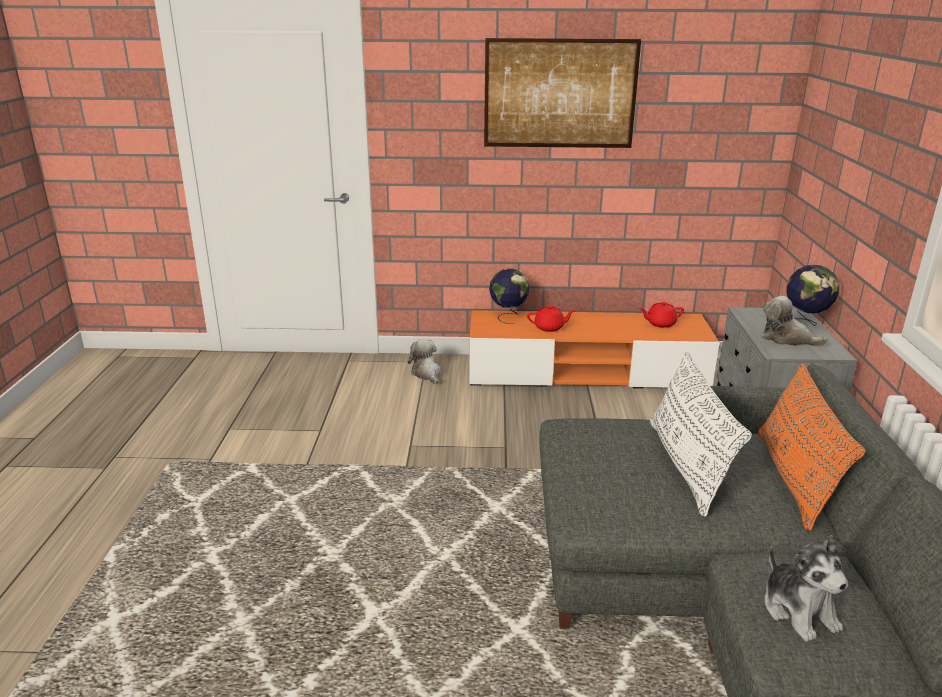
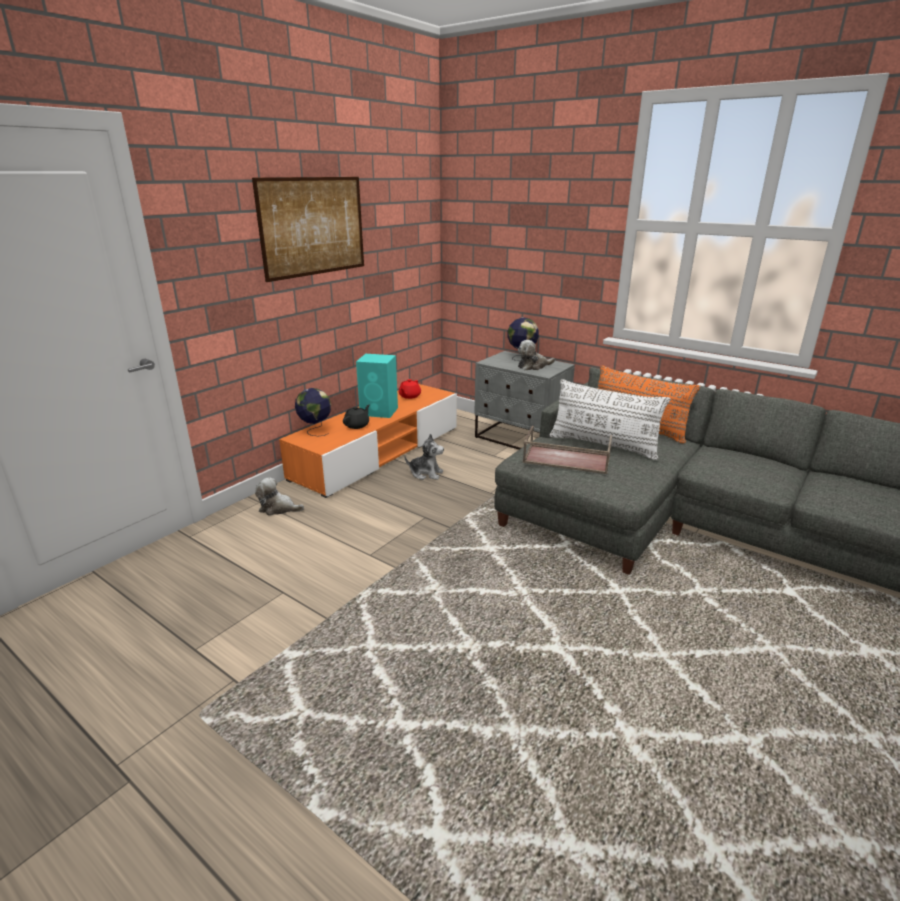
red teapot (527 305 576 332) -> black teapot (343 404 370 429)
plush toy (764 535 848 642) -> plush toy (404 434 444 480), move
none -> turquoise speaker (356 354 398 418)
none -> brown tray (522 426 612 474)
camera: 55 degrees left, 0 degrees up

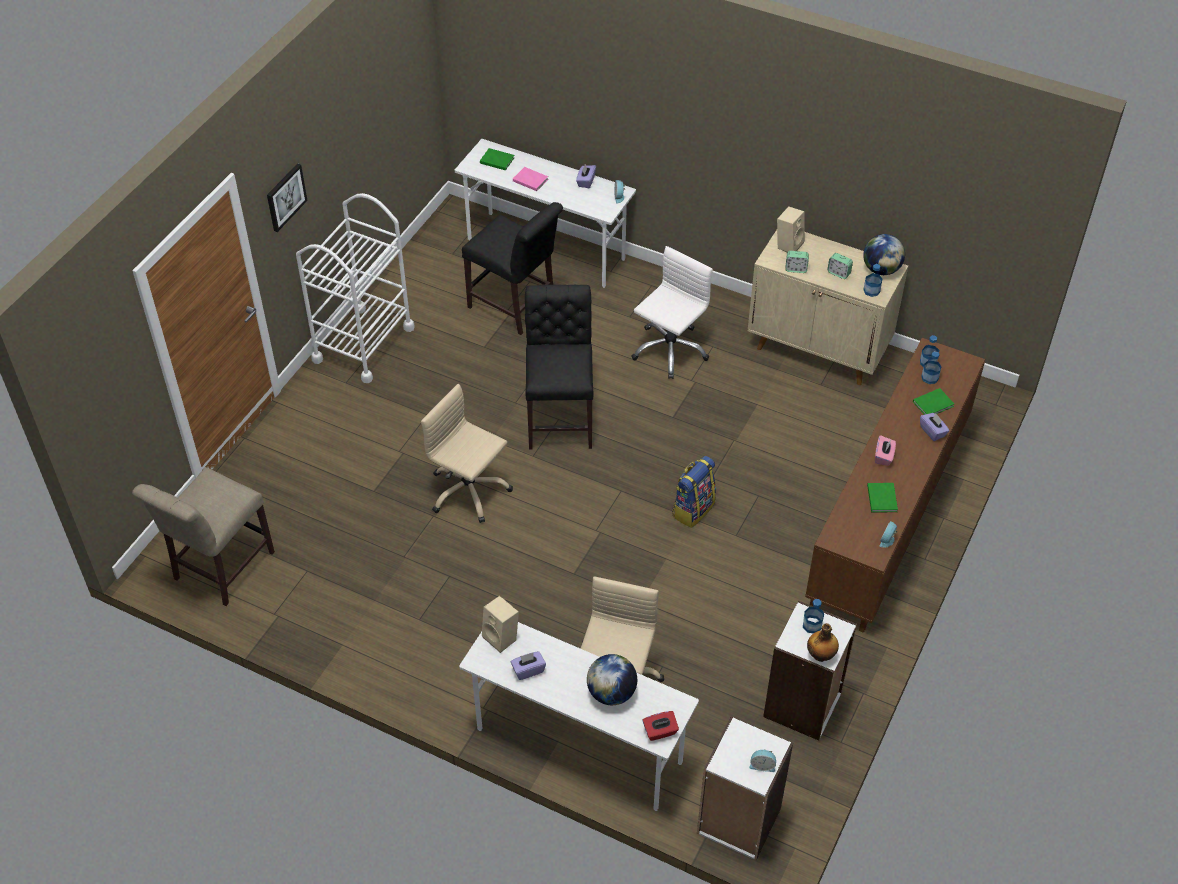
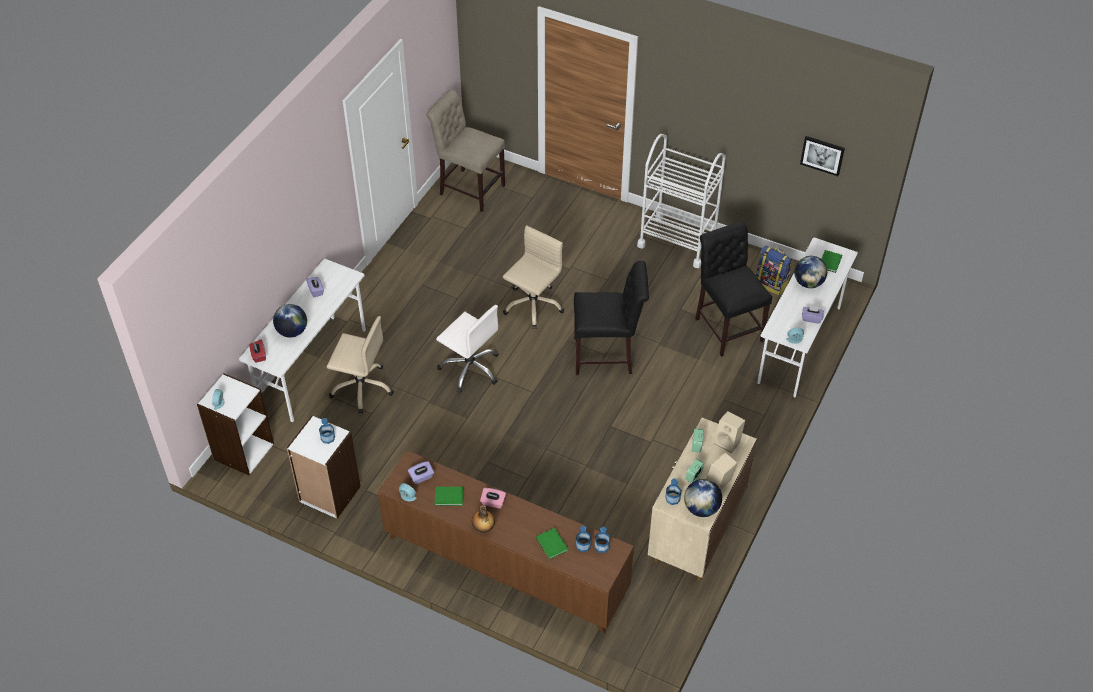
picture (267 163 307 232) -> picture (800 136 845 176), move
black chair (462 202 563 335) -> black chair (695 222 772 357), 120 degrees clockwise
beige speaker (482 596 519 653) -> beige speaker (706 452 737 490), move
pink book (513 167 548 191) -> globe (794 256 827 288)
white office chair (632 246 713 379) -> white office chair (436 305 499 393), move
backpack (672 456 716 528) -> backpack (756 245 792 296), move
bottle (807 623 839 662) -> bottle (472 505 495 533), move
purple tissue box (920 413 949 441) -> purple tissue box (408 461 434 484), move
camera: 90 degrees right, 0 degrees up

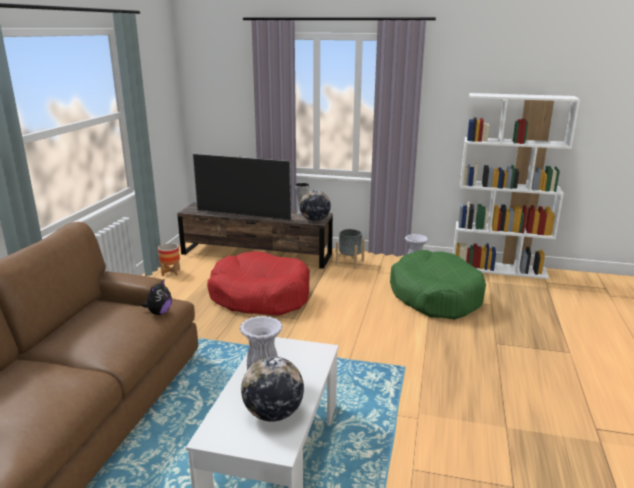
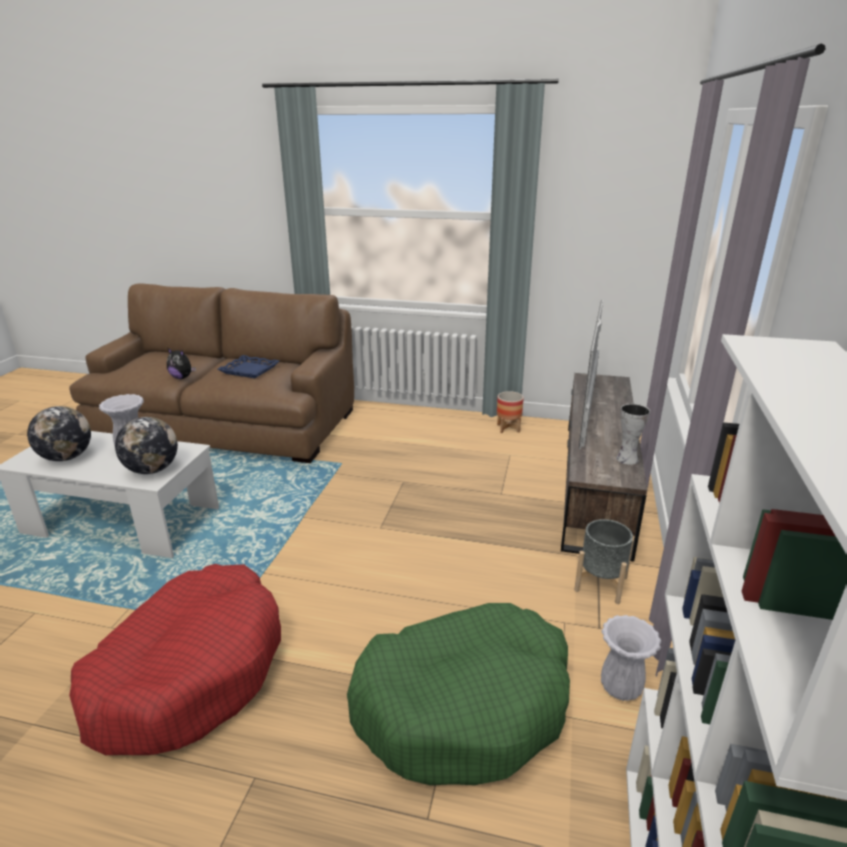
plush toy (141 280 172 315) -> plush toy (167 348 196 379), move
red dog bed (207 251 310 316) -> red dog bed (69 564 281 755), move
globe (300 190 331 221) -> globe (115 417 178 474), move
none -> blue tray (218 355 279 378)
camera: 90 degrees right, 5 degrees up

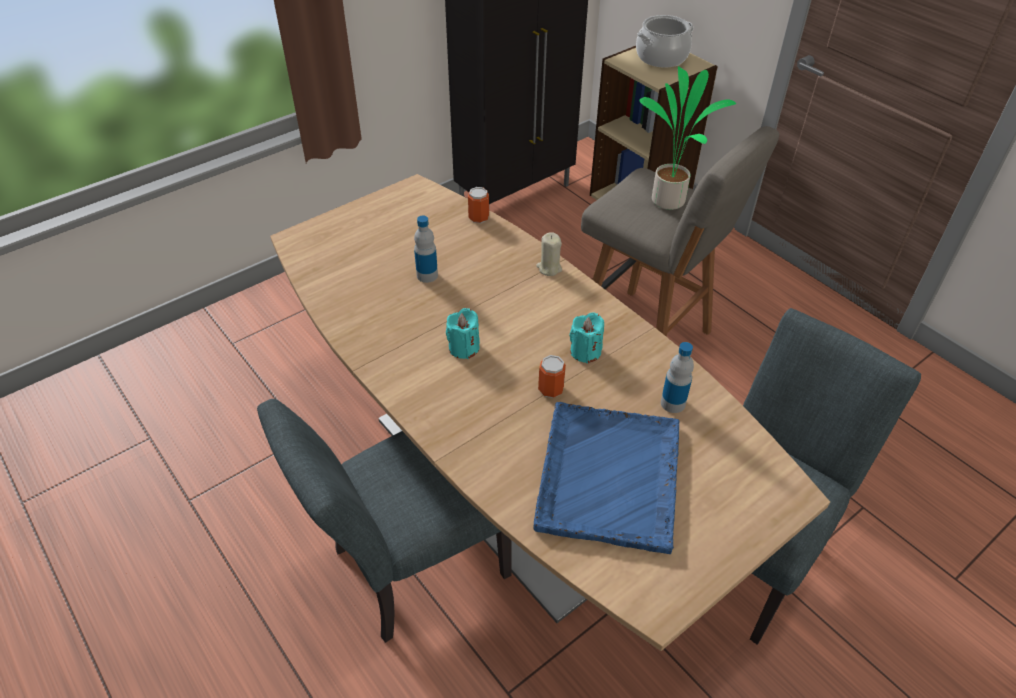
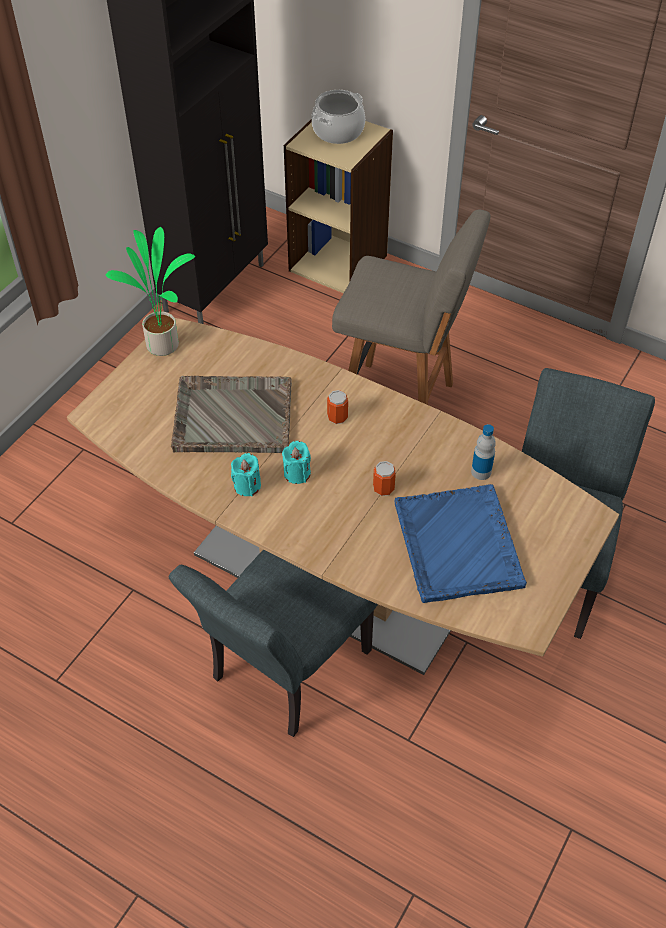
bottle (414 215 438 283) -> grey tray (171 376 292 453)
can (468 187 489 223) -> can (327 390 348 424), move
beige candle (536 232 562 276) -> none
turquoise candle (570 313 604 364) -> turquoise candle (231 453 261 496), move
potted plant (639 66 736 210) -> potted plant (106 227 195 356), move
camera: 20 degrees left, 5 degrees up

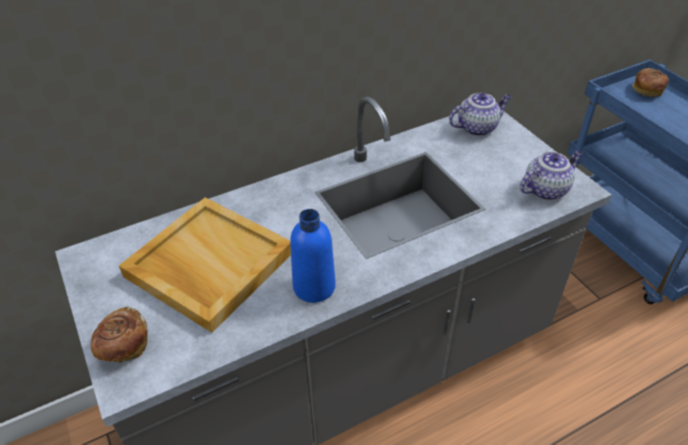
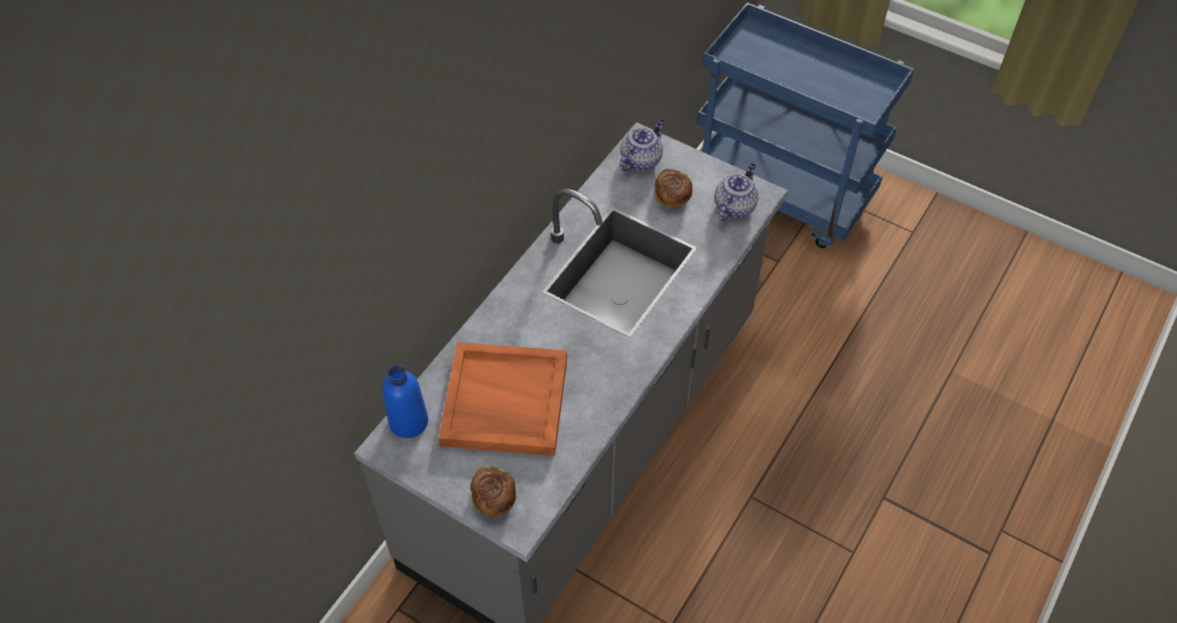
beige tray (119 198 291 333) -> orange tray (438 342 567 456)
blue bottle (290 209 336 303) -> blue bottle (382 365 428 438), move
bread (632 68 669 97) -> bread (654 169 692 208), move
camera: 30 degrees left, 10 degrees up

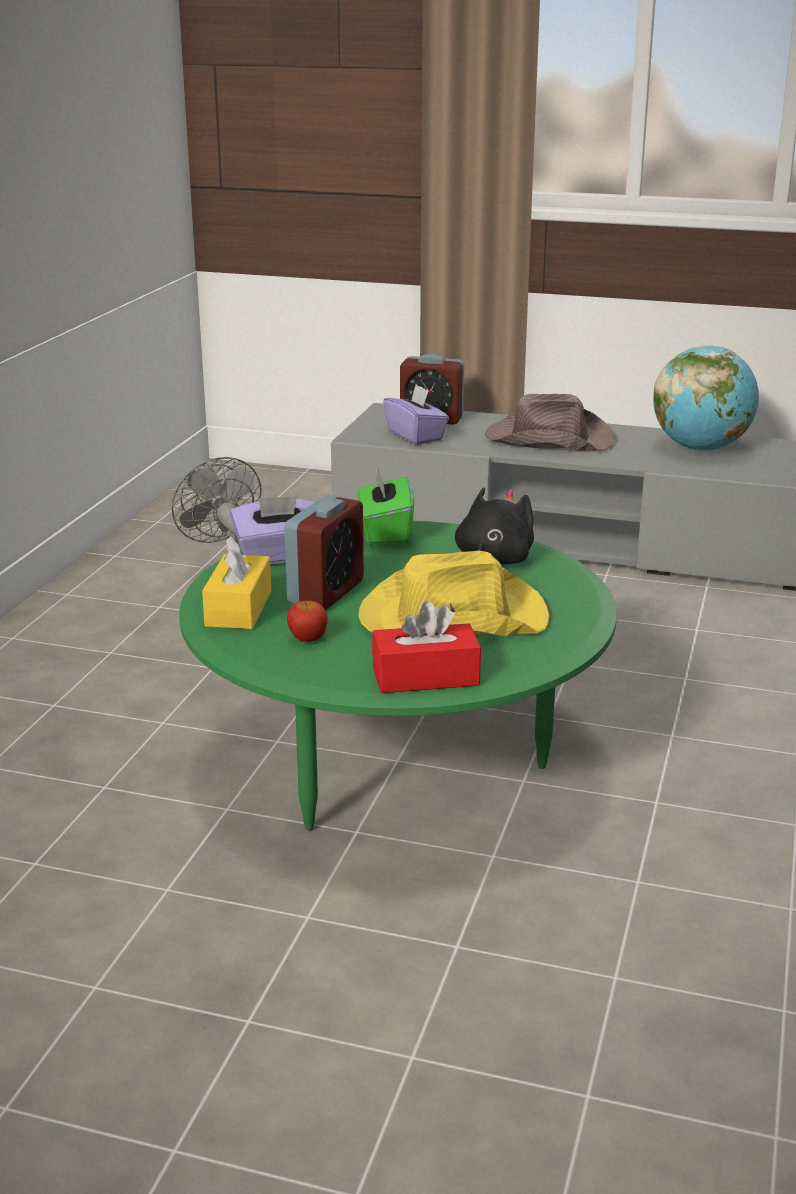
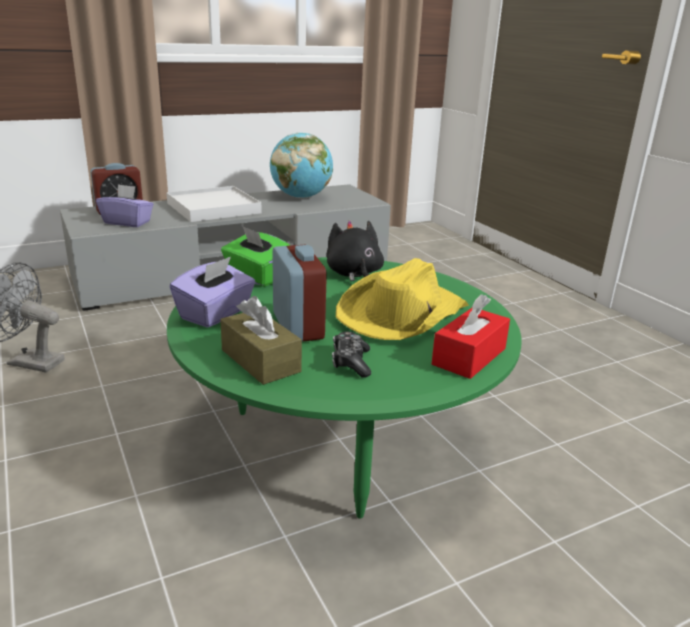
yellow tissue box (202 536 271 629) -> brown tissue box (220 296 302 385)
apple (287 601 328 642) -> game controller (332 332 371 377)
brown hat (485 394 614 451) -> white tray (166 186 262 222)
camera: 45 degrees left, 0 degrees up

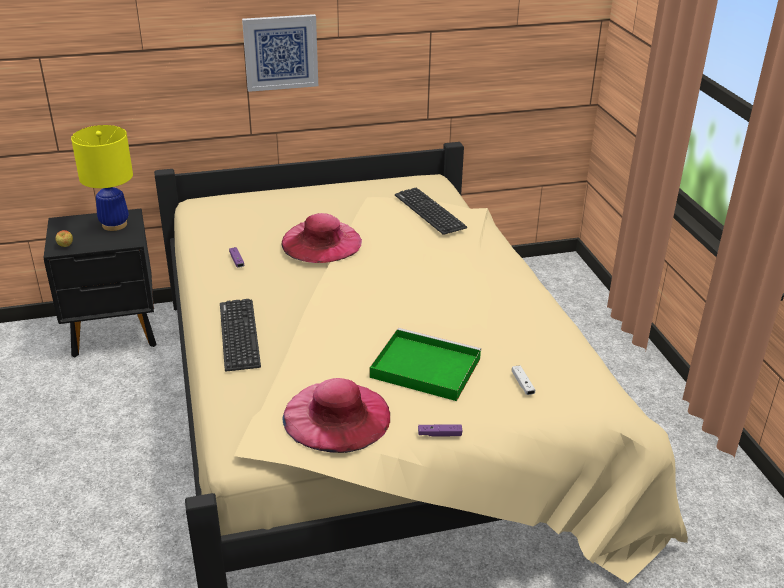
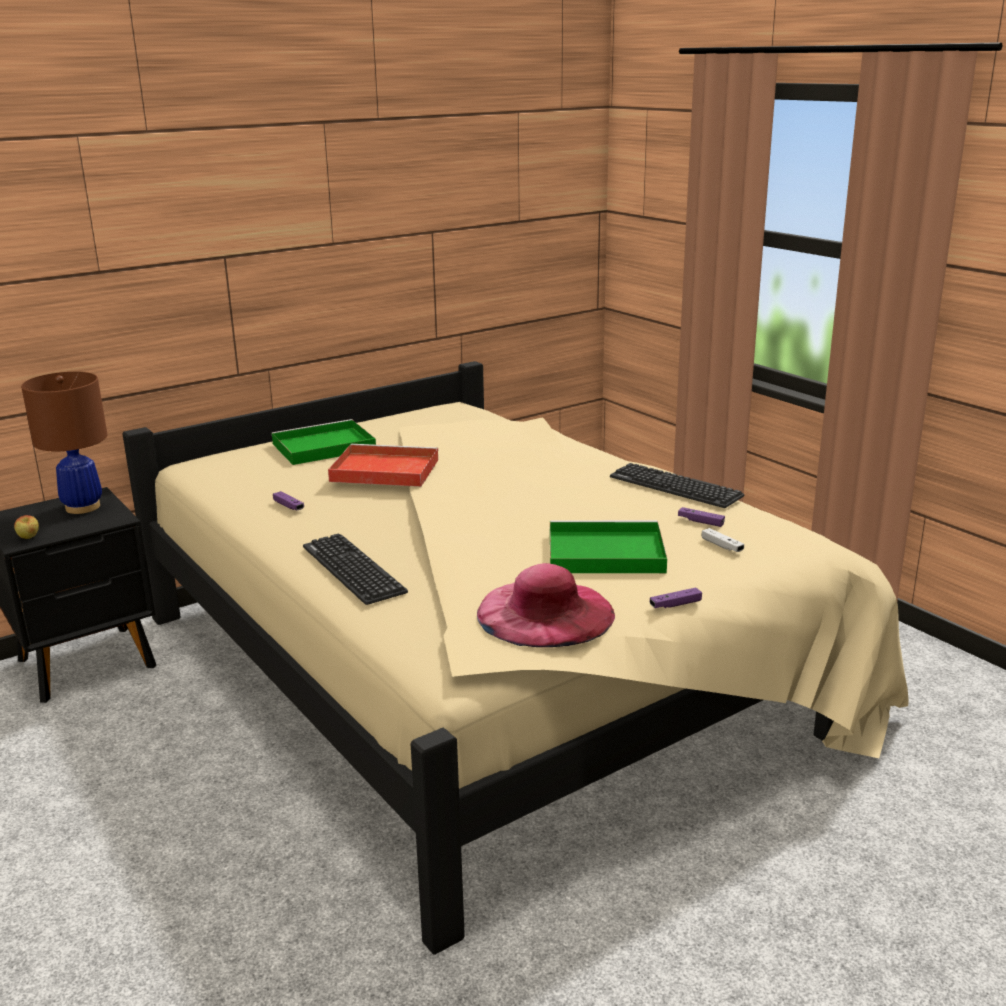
yellow table lamp (71 125 133 231) -> brown table lamp (21 372 107 514)
picture (242 14 318 92) -> none
pink hat (282 213 362 263) -> red tray (328 444 439 487)
keyboard (395 188 467 235) -> keyboard (610 463 744 508), move
none -> green tray (271 419 376 465)
none -> purple game controller (678 507 725 527)
camera: 20 degrees left, 10 degrees down

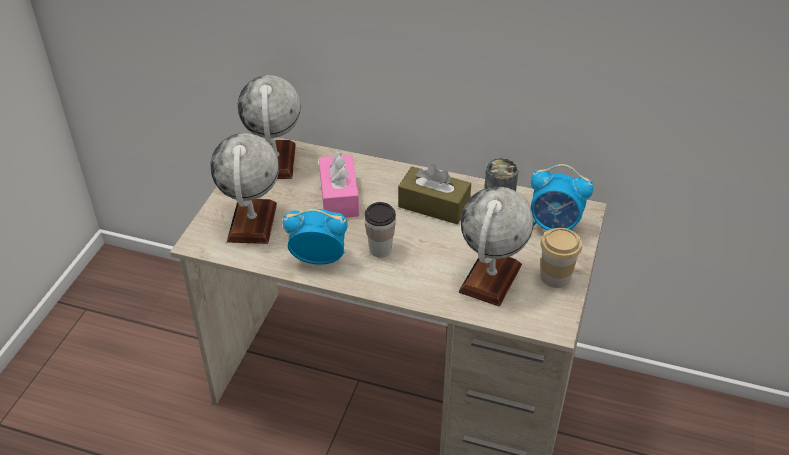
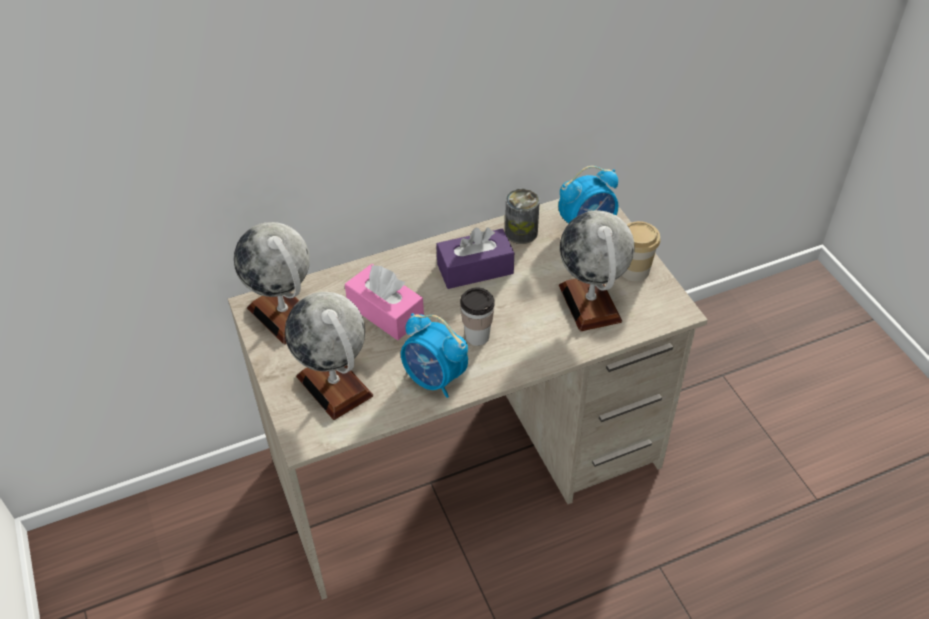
alarm clock (283 209 348 264) -> alarm clock (401 313 468 398), 105 degrees counterclockwise
brown tissue box (398 164 471 224) -> purple tissue box (436 227 514 289)
camera: 40 degrees left, 5 degrees up

